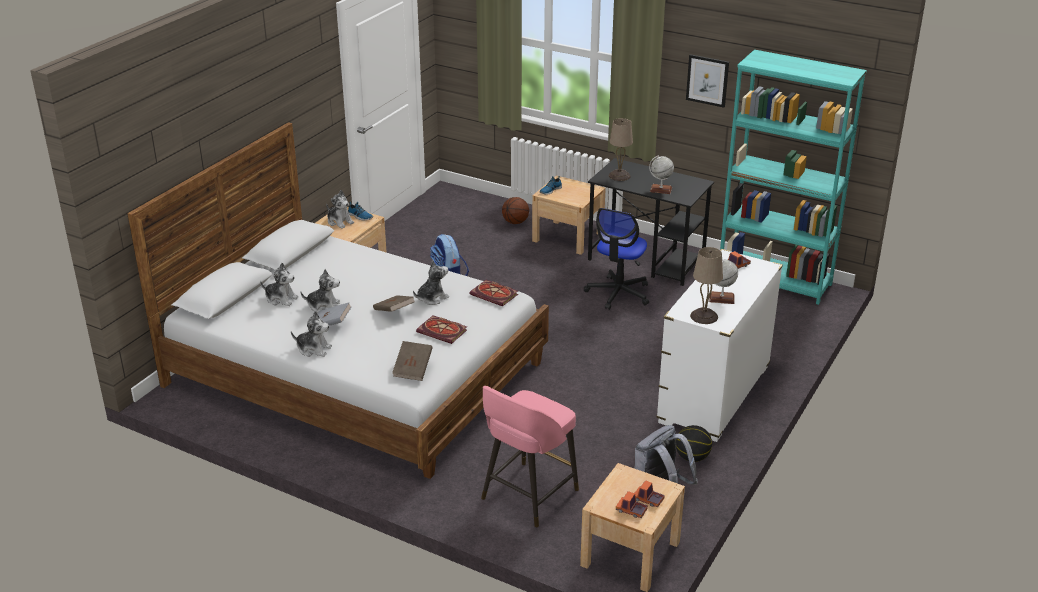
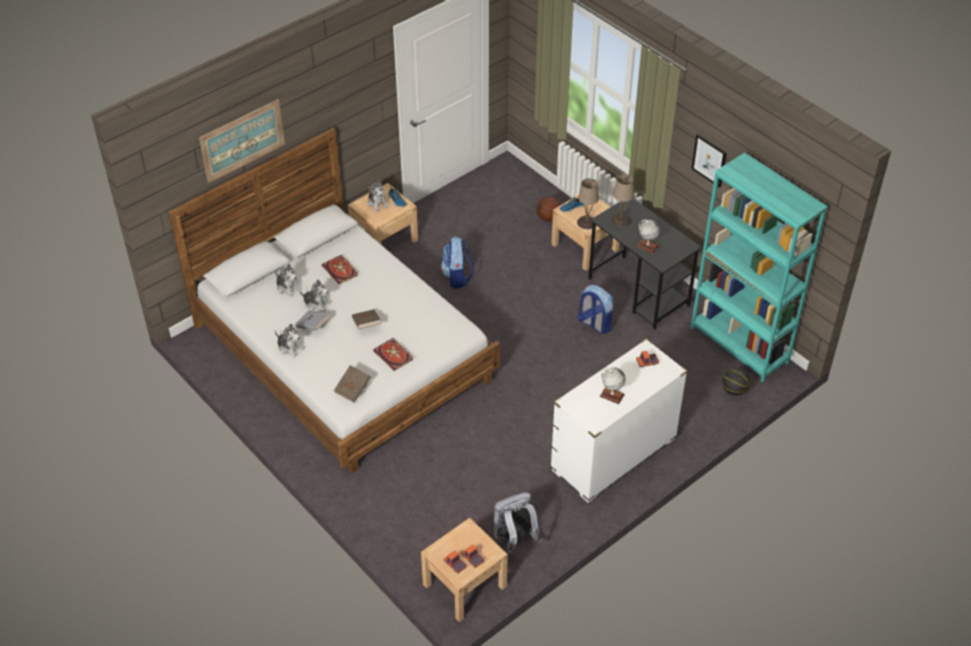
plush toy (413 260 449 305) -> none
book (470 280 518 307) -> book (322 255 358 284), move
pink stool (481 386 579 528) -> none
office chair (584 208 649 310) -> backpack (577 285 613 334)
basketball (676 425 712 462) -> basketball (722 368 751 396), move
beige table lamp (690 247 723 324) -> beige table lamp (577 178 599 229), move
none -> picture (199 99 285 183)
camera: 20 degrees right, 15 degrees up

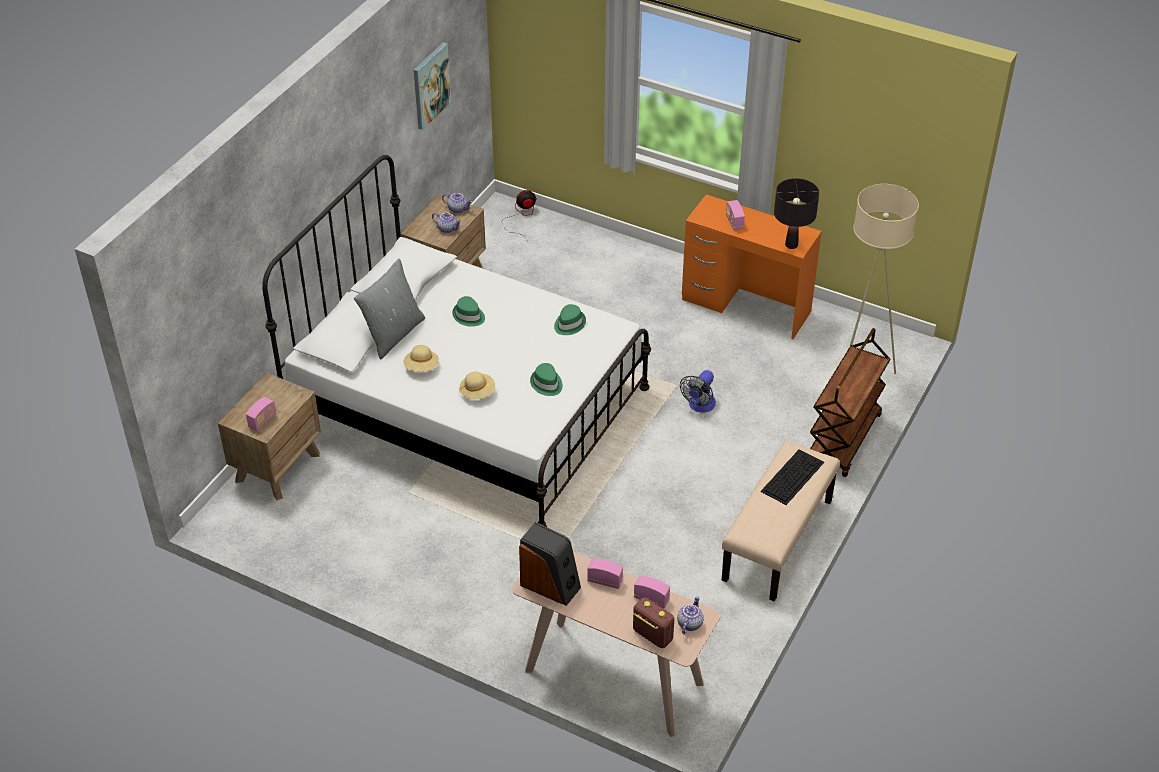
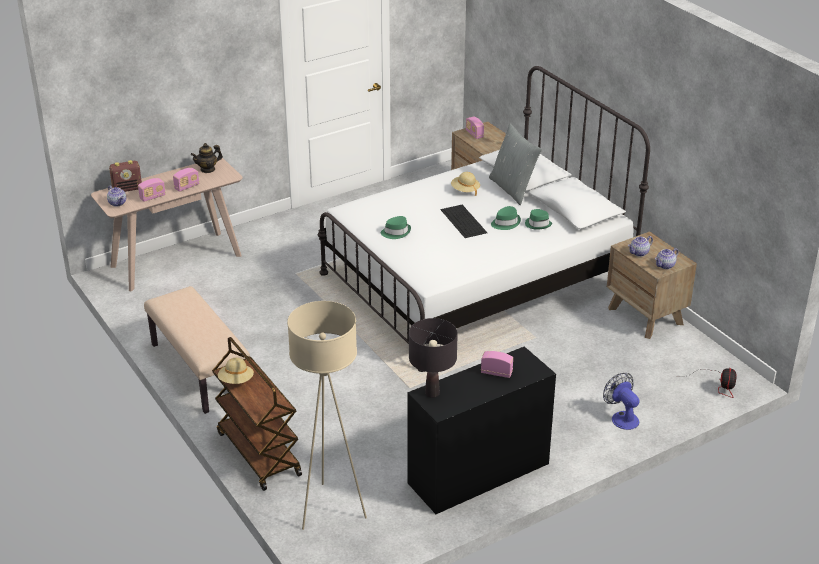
picture (414 42 451 130) -> none
beige hat (459 372 495 399) -> beige hat (218 358 254 384), move
speaker (519 522 581 606) -> teapot (191 143 223 173)
green hat (554 304 586 335) -> green hat (525 209 552 230), move
fan (680 370 716 412) -> fan (603 373 639 430), move
orange desk (682 194 822 339) -> black desk (407 346 556 514)
keyboard (761 449 824 505) -> keyboard (440 205 487 238), move
camera: 120 degrees right, 10 degrees down

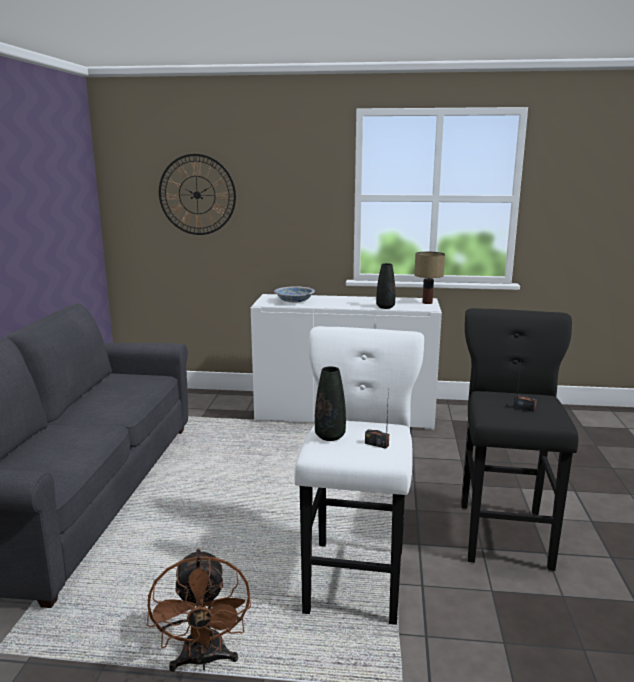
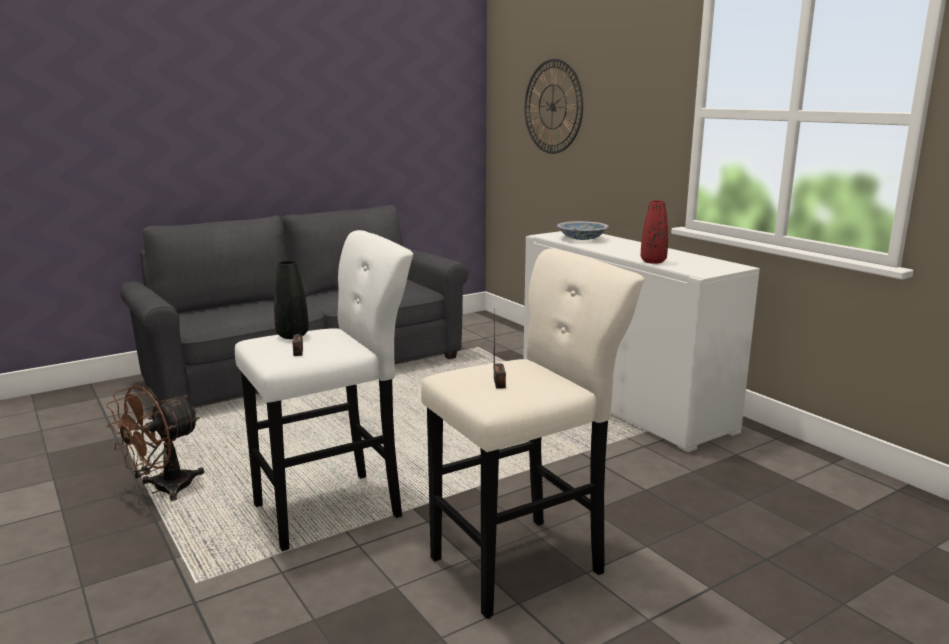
black vase (376 263 395 309) -> red vase (641 200 668 264)
table lamp (414 252 445 304) -> none
black stool (461 308 578 571) -> beige stool (421 248 644 619)
camera: 50 degrees right, 0 degrees up

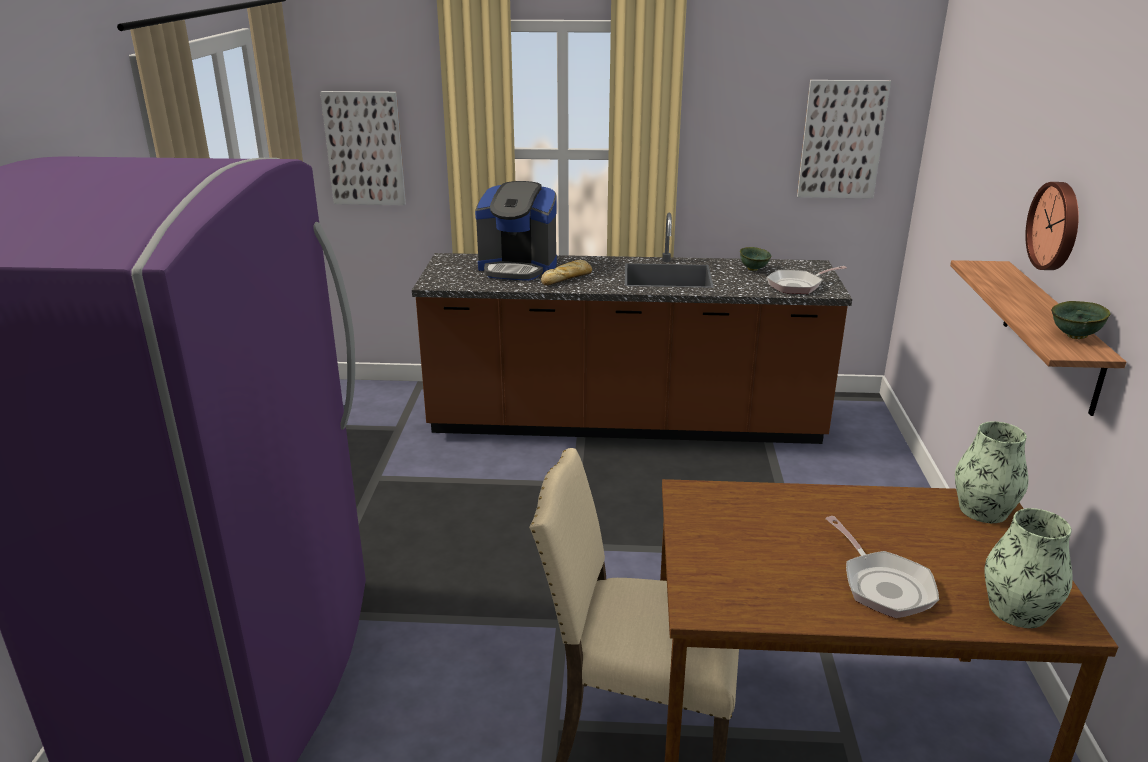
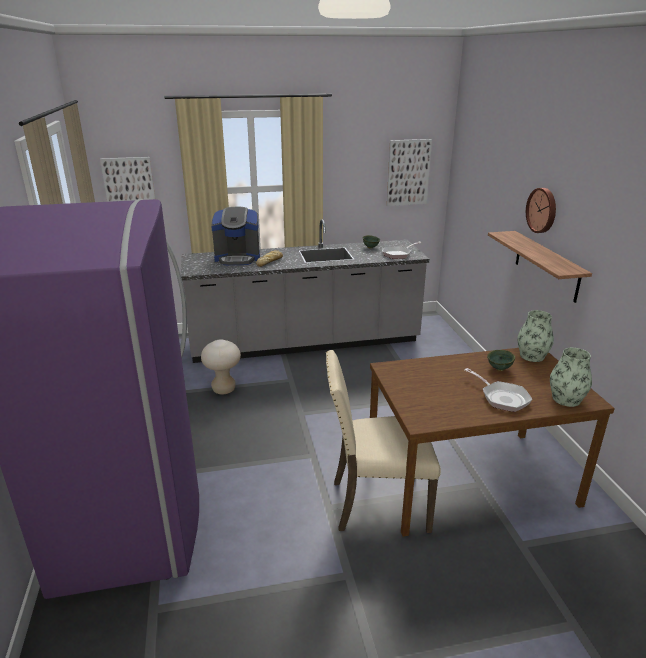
brown counter (412 213 852 444) -> grey counter (180 219 430 363)
green bowl (1051 301 1111 339) -> green bowl (487 350 515 371), move
none -> beige stool (201 339 241 394)
camera: 15 degrees left, 0 degrees up

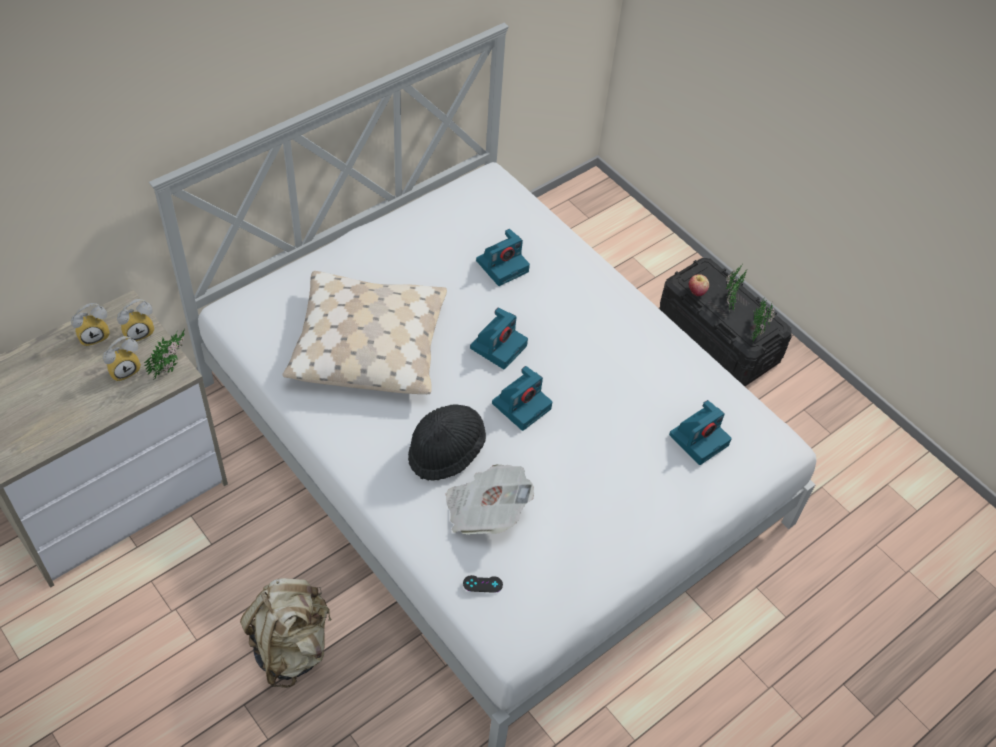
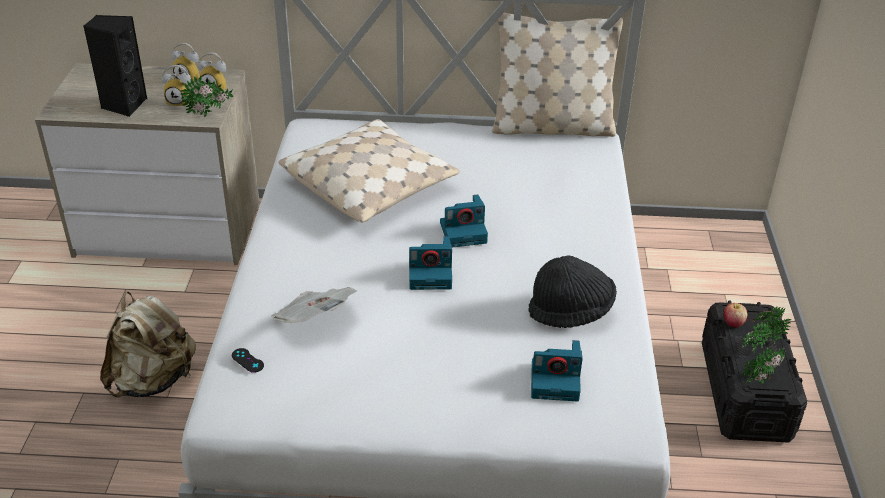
black hat (408 405 486 481) -> black hat (528 255 617 328), move
photo camera (476 229 530 286) -> none
none -> black speaker (83 15 147 117)
none -> beige pillow (492 13 623 137)
camera: 45 degrees right, 15 degrees down

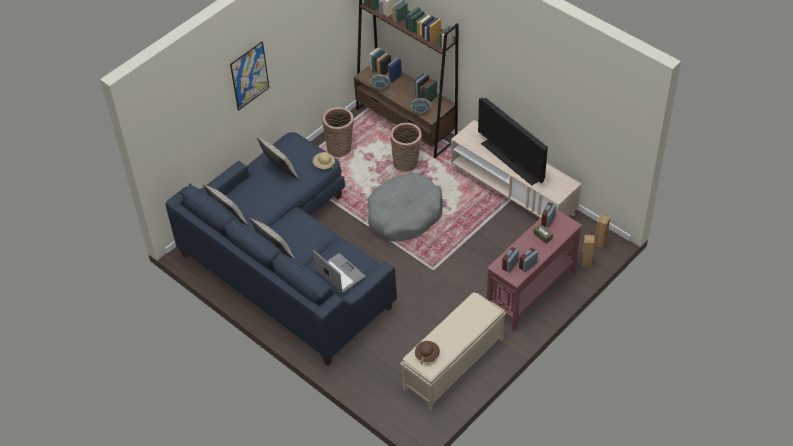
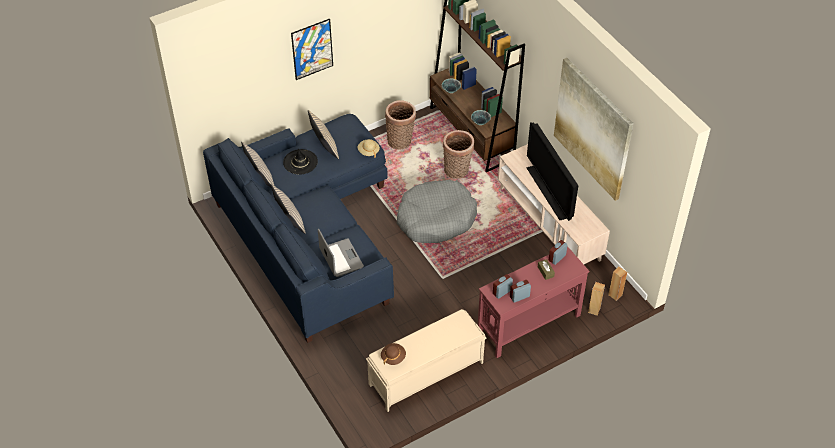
none -> black hat (283 148 318 175)
none -> picture (554 58 633 201)
camera: 15 degrees right, 0 degrees up

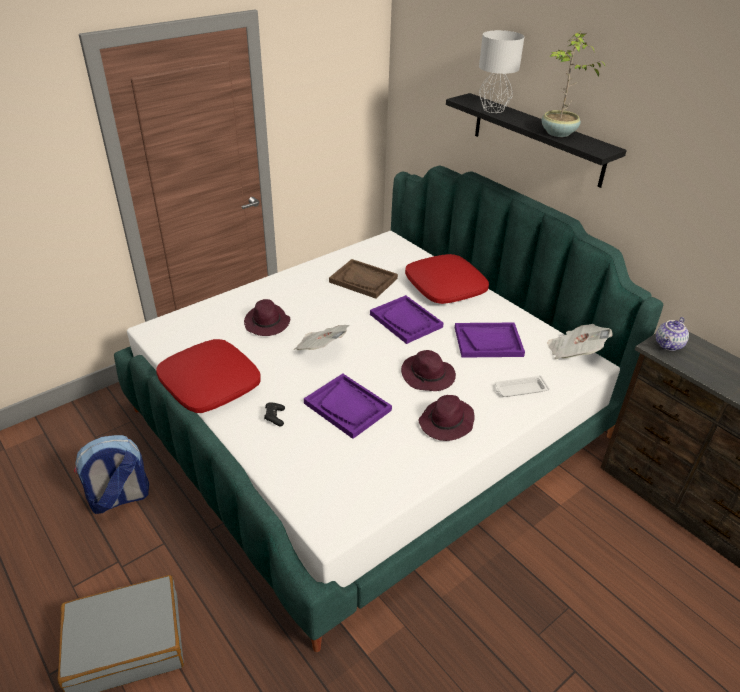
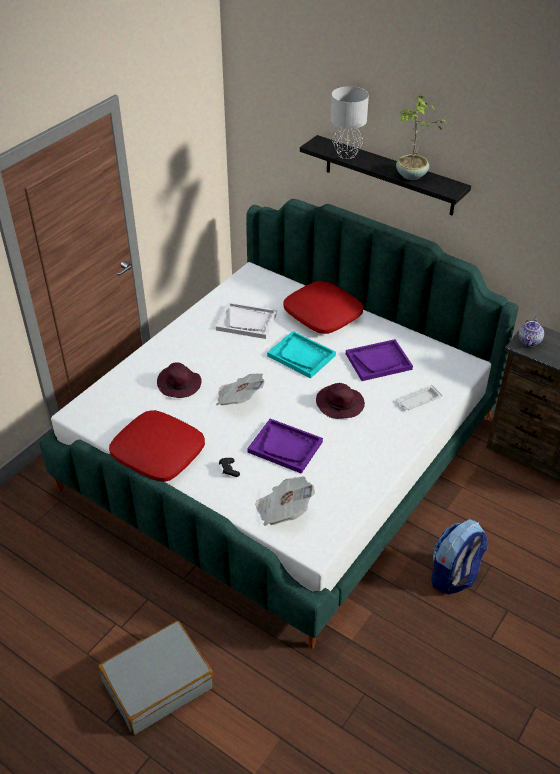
backpack (74 435 149 514) -> backpack (431 519 488 595), move
brown tray (329 259 398 299) -> white tray (216 302 277 339)
purple tray (370 295 444 344) -> turquoise tray (267 331 336 379)
purple hat (419 395 475 441) -> none
newspaper (547 324 613 359) -> newspaper (255 476 315 526), move
camera: 15 degrees left, 5 degrees up

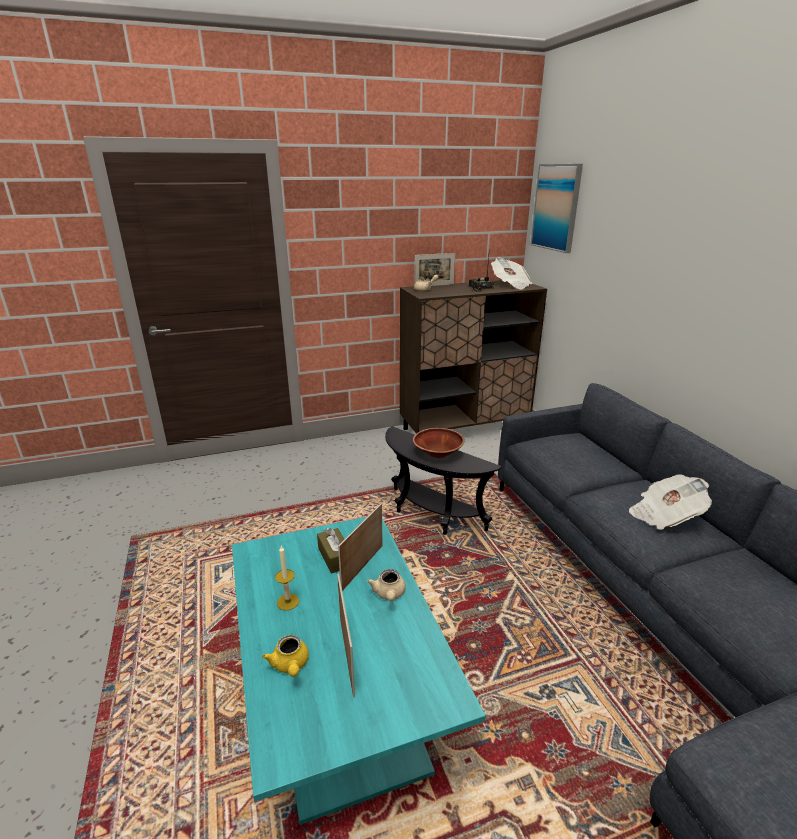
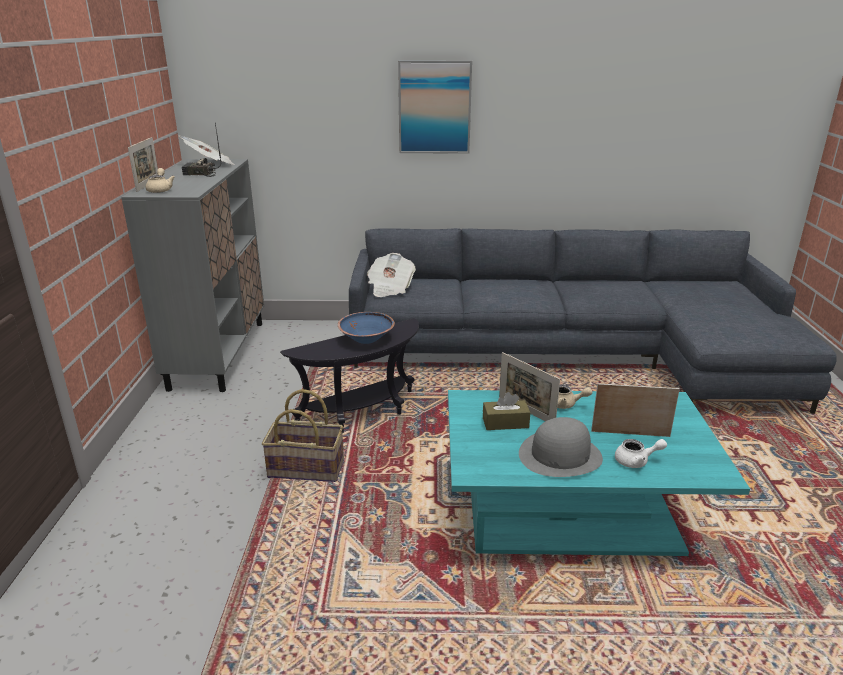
yellow teapot (262 635 309 677) -> white teapot (615 439 667 468)
candle (275 546 299 610) -> grey hat (519 417 603 477)
brown cabinet (400 280 547 433) -> grey cabinet (121 159 264 392)
brown bowl (413 428 465 458) -> blue bowl (338 312 395 344)
picture (530 164 583 253) -> picture (398 60 472 153), move
newspaper (629 474 712 530) -> newspaper (367 253 416 297), move
none -> basket (262 389 344 482)
camera: 70 degrees left, 0 degrees up

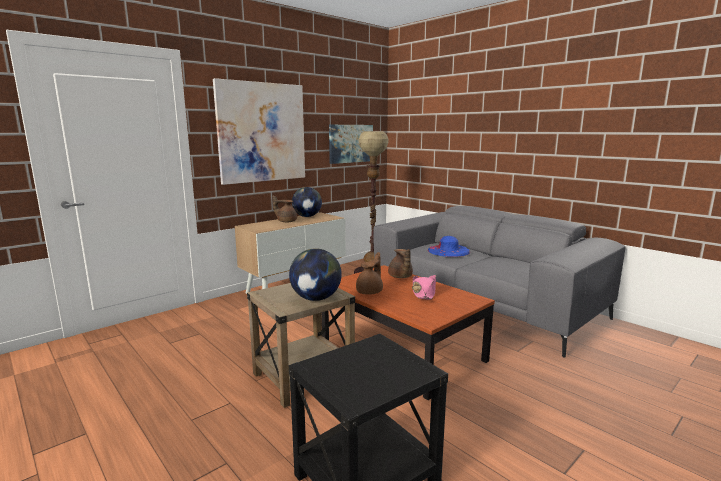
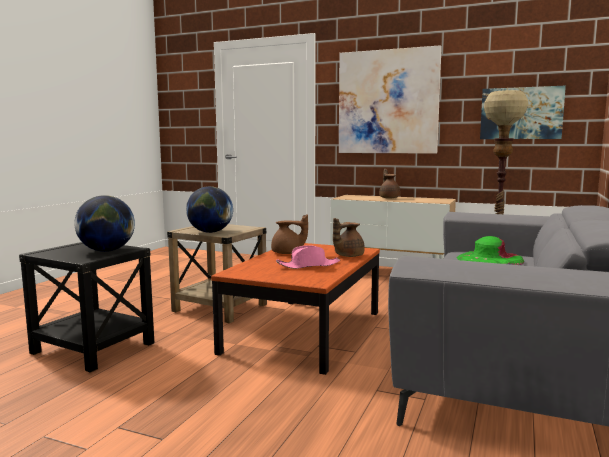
globe (292 187 322 217) -> globe (74 195 135 252), move
blue hat (428 236 471 257) -> green hat (457 236 524 265)
camera: 65 degrees right, 5 degrees down

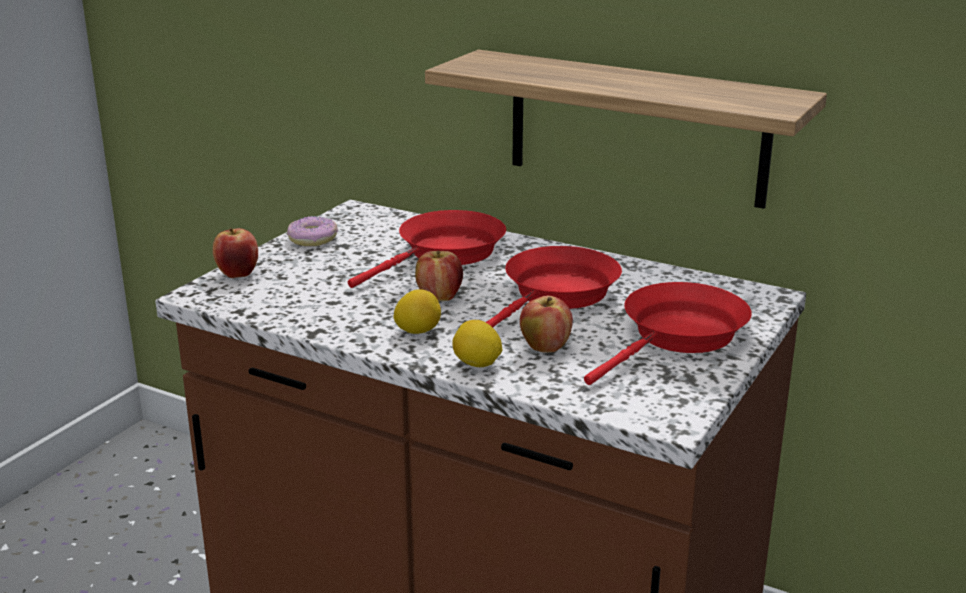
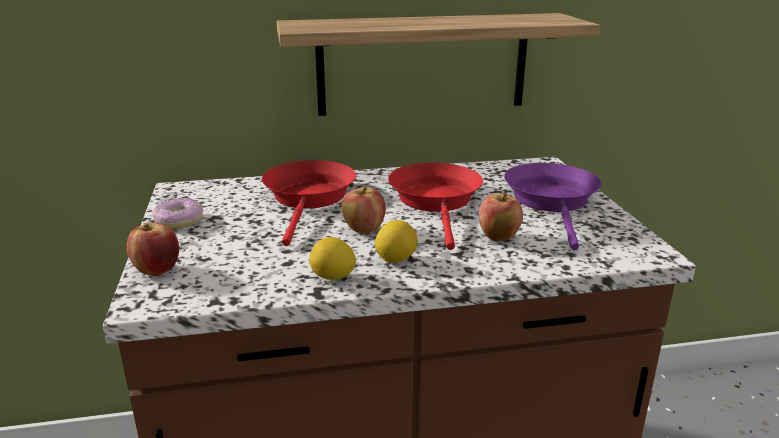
lemon (452 320 503 367) -> lemon (309 237 356 280), move
red frying pan (584 282 752 385) -> purple frying pan (504 163 601 250)
camera: 40 degrees left, 0 degrees up

